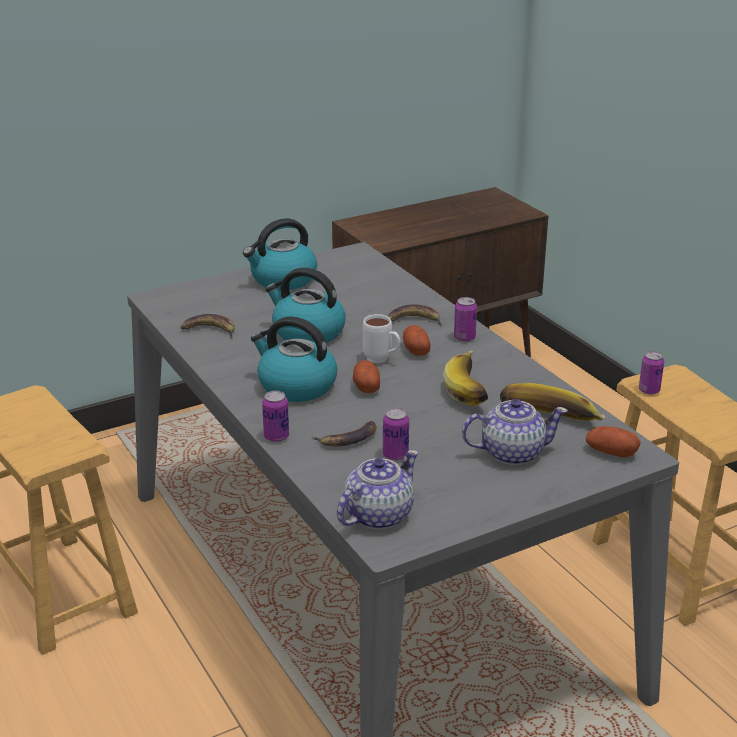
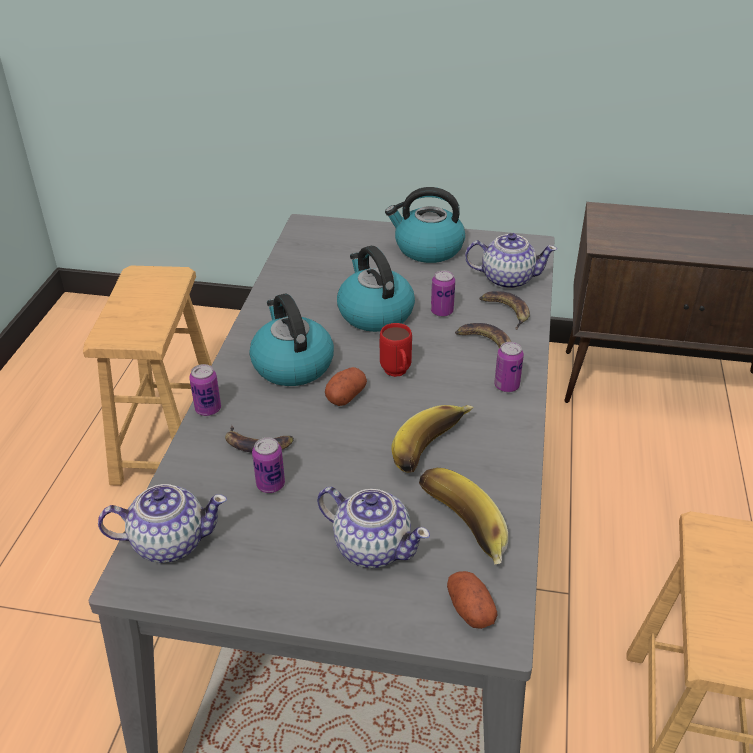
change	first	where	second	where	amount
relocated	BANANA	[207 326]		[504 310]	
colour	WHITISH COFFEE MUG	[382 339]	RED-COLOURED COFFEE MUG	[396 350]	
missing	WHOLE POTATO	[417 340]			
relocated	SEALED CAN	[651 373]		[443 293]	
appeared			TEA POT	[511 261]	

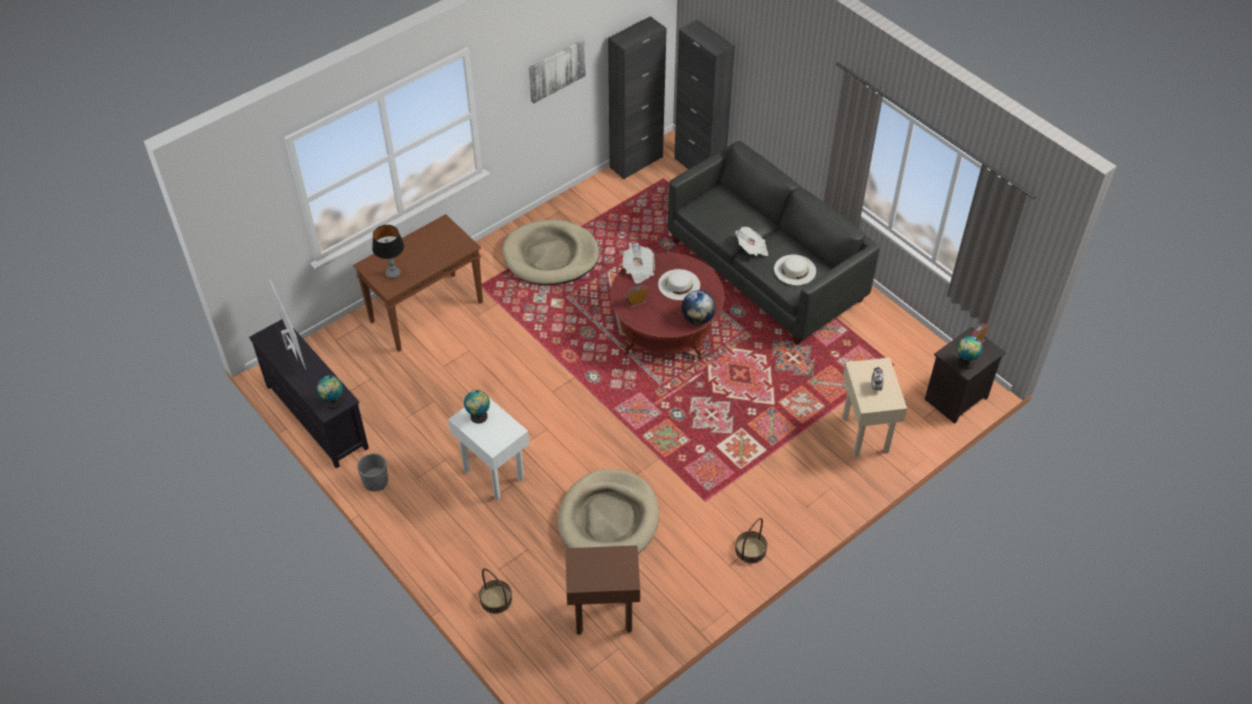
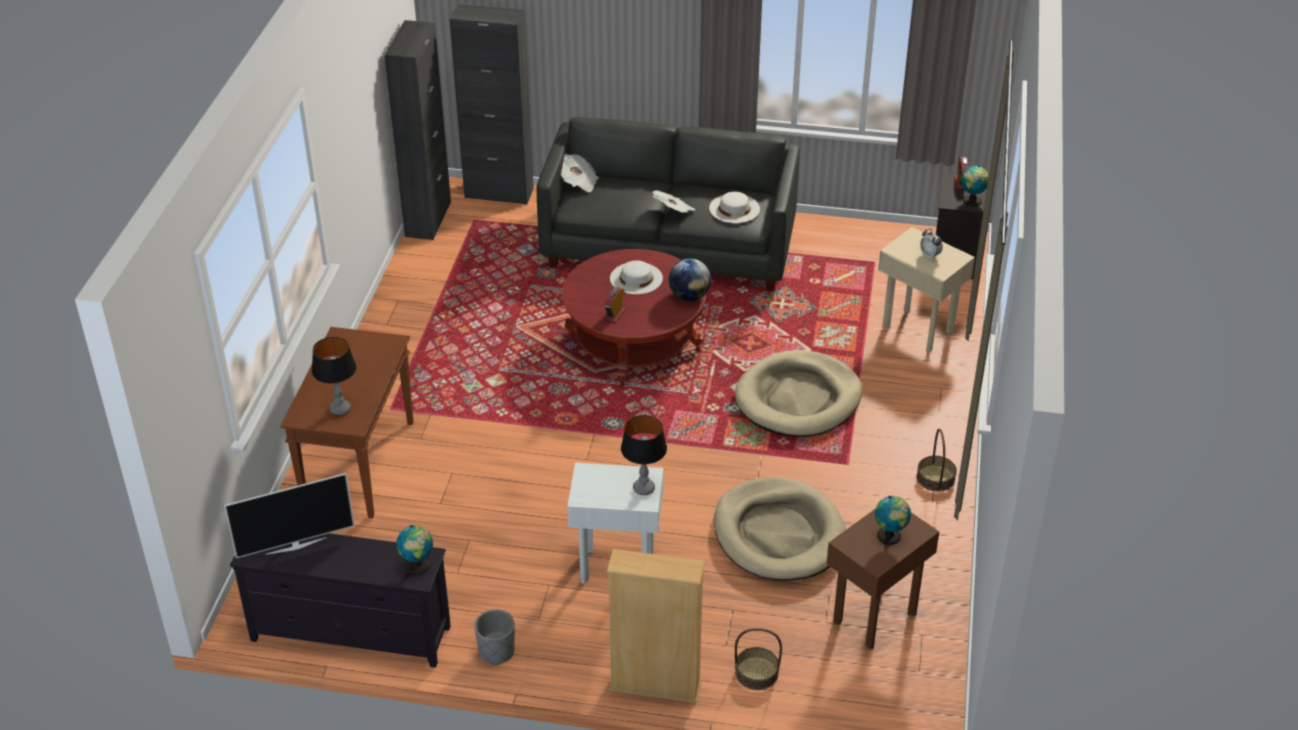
change	first	where	second	where	amount
missing	WALL PICTURE	[557 71]			
relocated	SAND-COLOURED PET BED	[550 252]		[798 393]	
relocated	NEWSPAPER	[638 264]		[580 173]	
spun	TV	[288 325]		[289 515]	135 degrees clockwise
relocated	WORLD GLOBE	[477 407]		[893 520]	
appeared			LAMP FOR A TABLE	[644 455]	
appeared			SAND-COLOURED BOOKCASE	[656 626]	

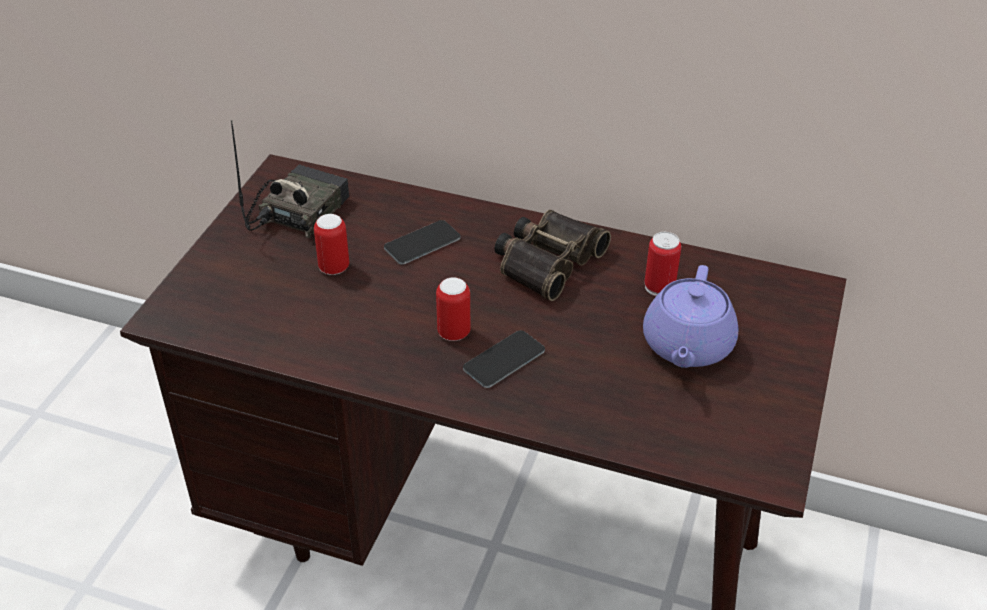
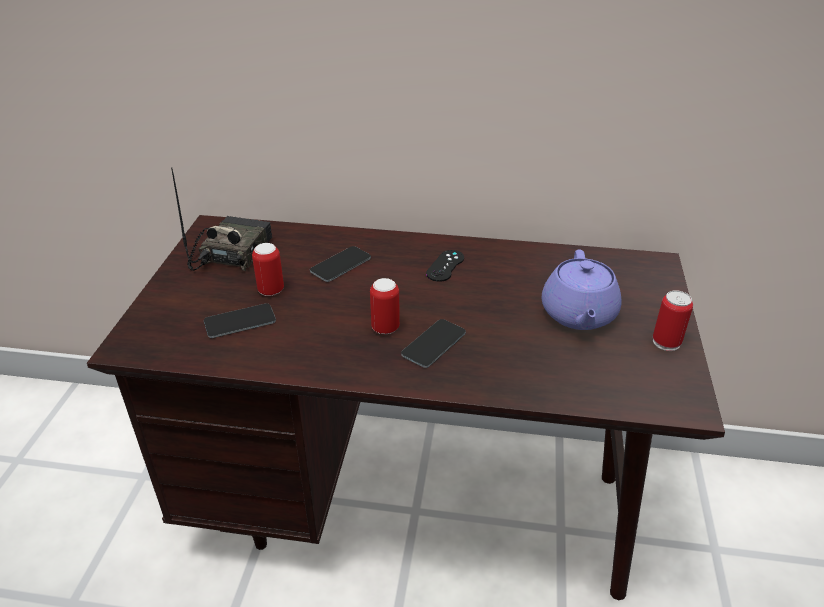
change	first	where	second	where	amount
exchanged	PAIR OF BINOCULARS	[553 255]	BLACKISH GAMEPAD	[445 266]	
relocated	SEALED CAN	[662 264]		[673 320]	
appeared			HANDSET	[240 320]	

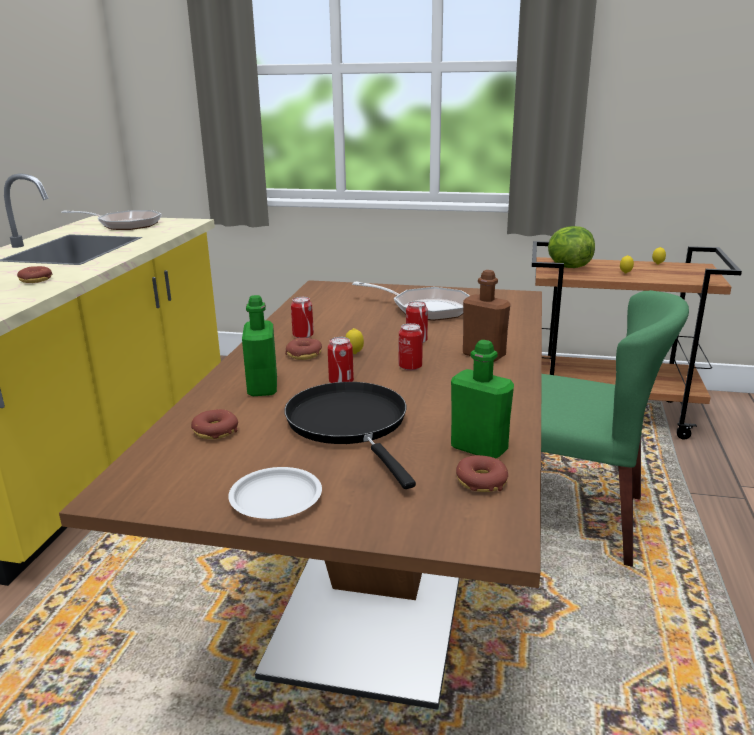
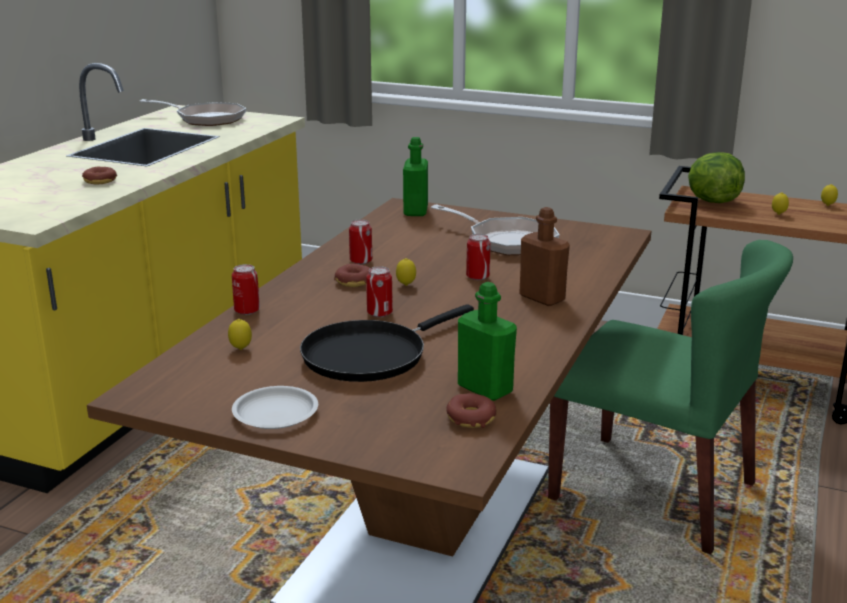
change	first	where	second	where	amount
relocated	GREEN-COLOURED DRINK BOTTLE	[259 345]		[415 176]	
relocated	SEALED CAN	[411 347]		[246 289]	
spun	BLACKISH PAN	[350 435]		[387 343]	120 degrees counterclockwise
exchanged	DONUT	[214 424]	WHOLE LEMON	[240 334]	

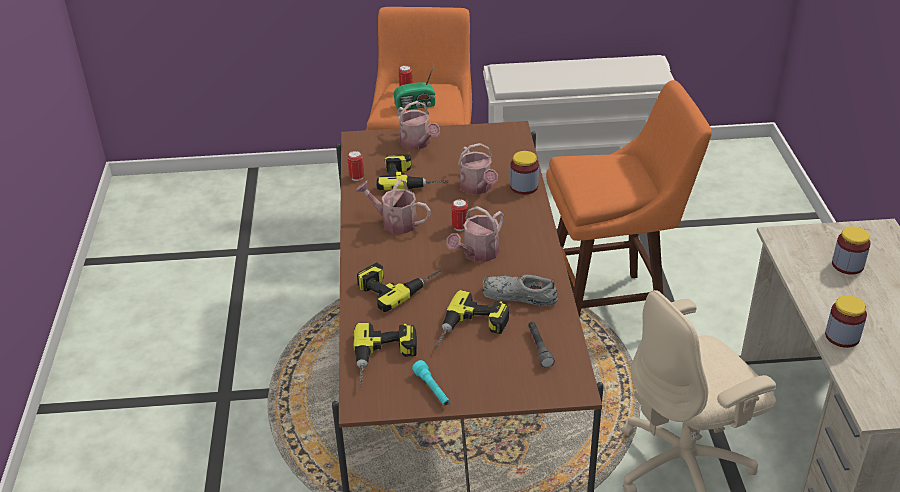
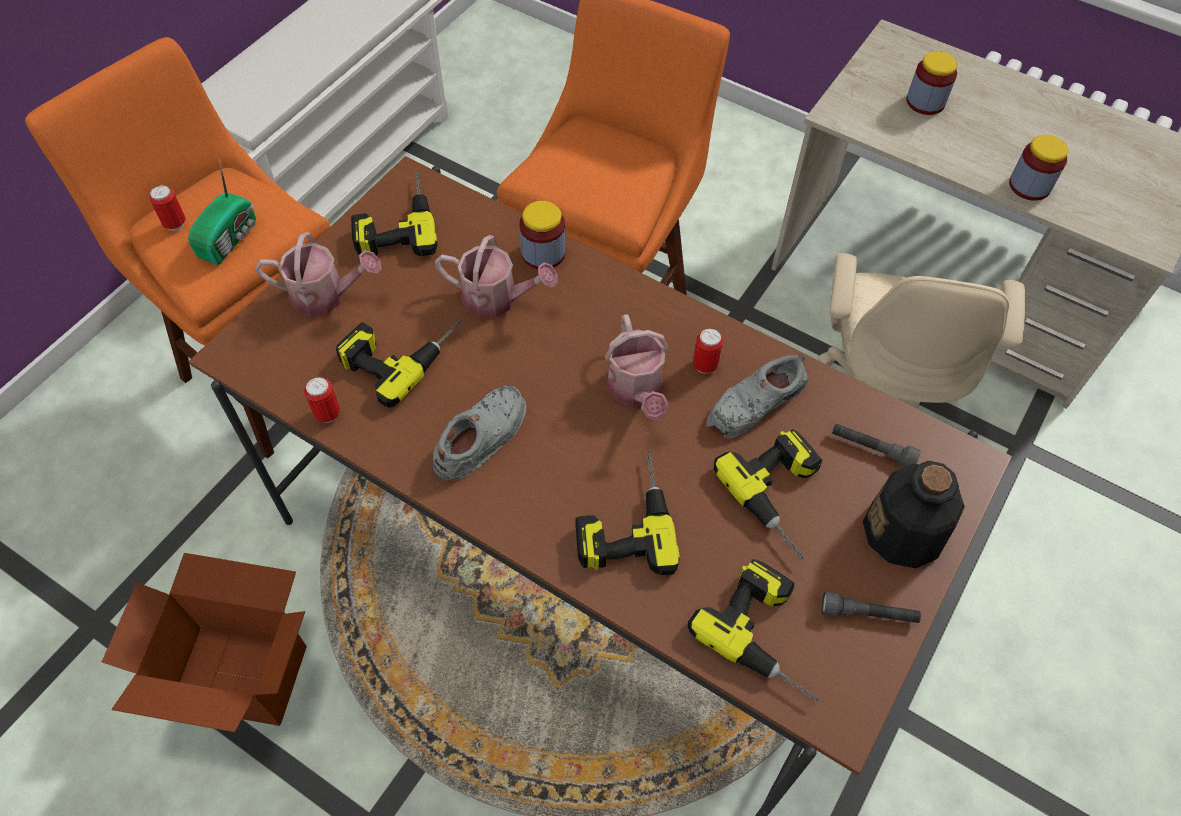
change	first	where	second	where	amount
exchanged	SPRINKLING CAN	[393 206]	GREYISH ITEM OF FOOTWEAR	[479 432]	
relocated	SEALED CAN	[460 215]		[708 351]	
colour	TURQUOISE HAND TORCH	[431 383]	GREYISH HAND TORCH	[871 607]	
appeared			DRILL	[394 213]	
appeared			DRINK BOTTLE	[914 514]	
appeared			PACKING BOX	[204 642]	

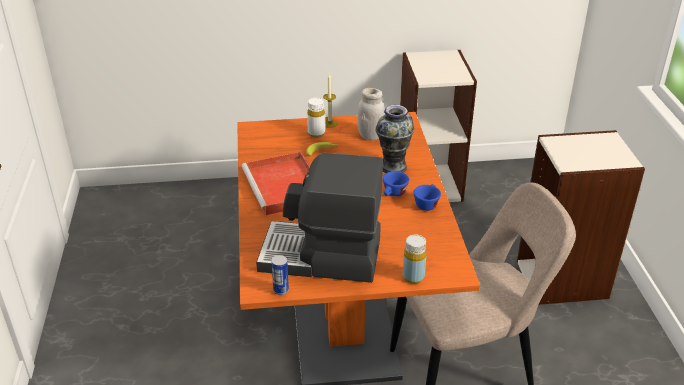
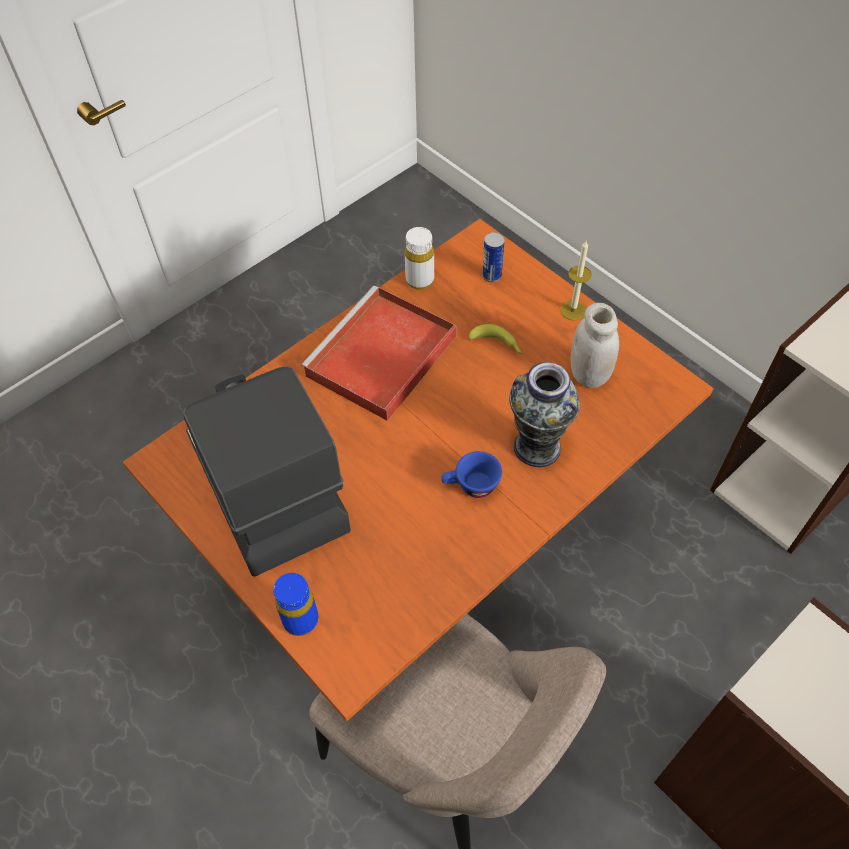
change	first	where	second	where	amount
relocated	WHITISH DRINK BOTTLE	[316 118]		[419 258]	
missing	BLUISH CUP	[427 197]			
colour	YELLOWISH DRINK BOTTLE	[415 259]	BLUISH DRINK BOTTLE	[296 604]	
relocated	SEALED CAN	[280 275]		[493 257]	

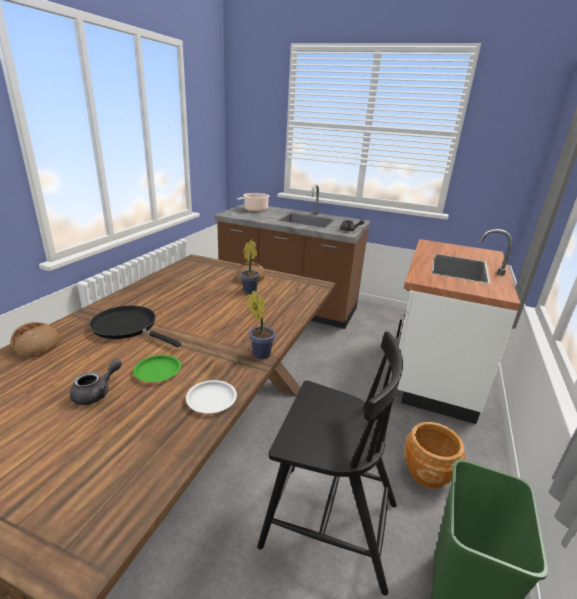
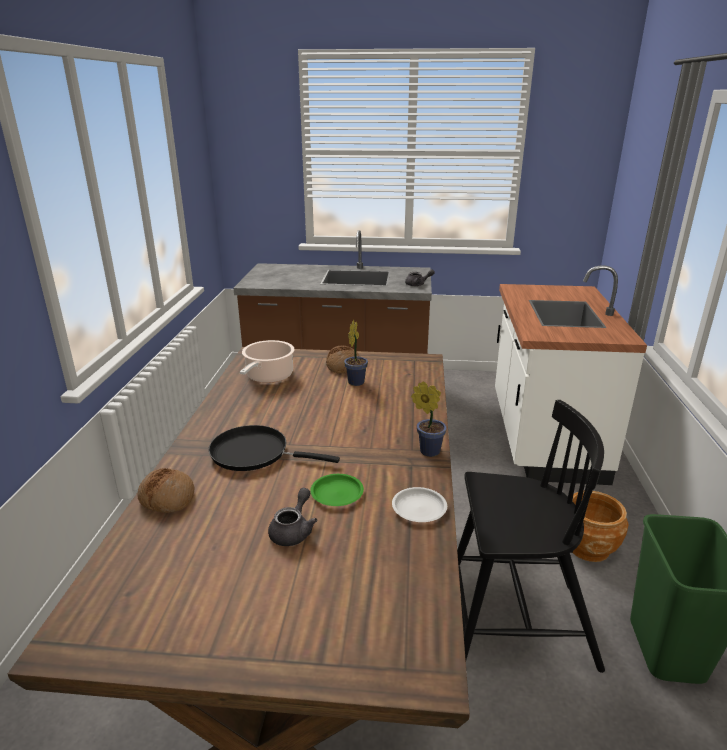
change	first	where	second	where	amount
relocated	SAUCEPOT	[253 202]		[267 361]	

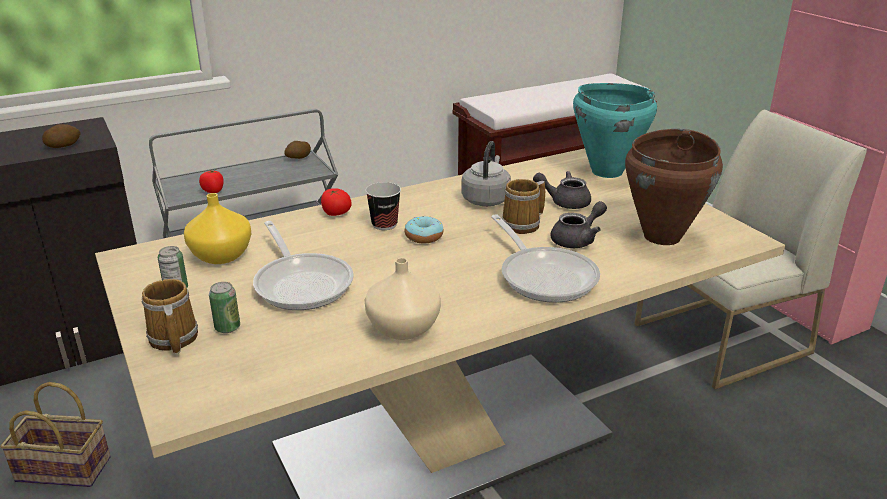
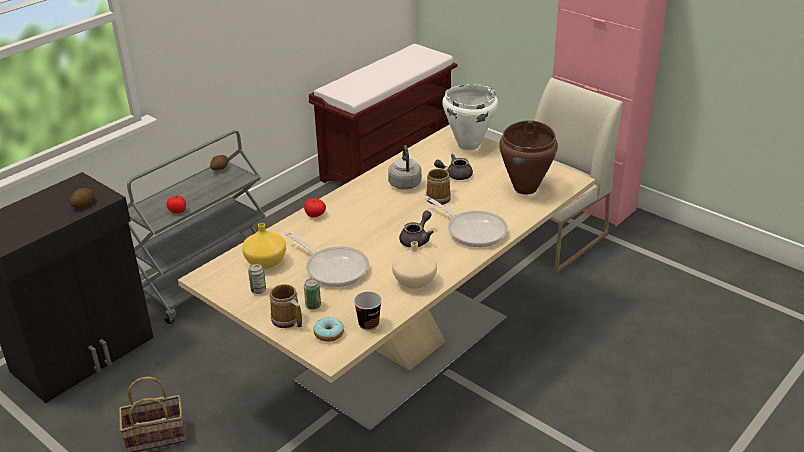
change	first	where	second	where	amount
colour	TURQUOISE SAUCEPOT	[615 130]	WHITISH SAUCEPOT	[470 117]	
relocated	CUP	[383 206]		[368 311]	
relocated	GREYISH TEA POT	[579 224]		[416 229]	
relocated	DONUT	[424 230]		[329 329]	

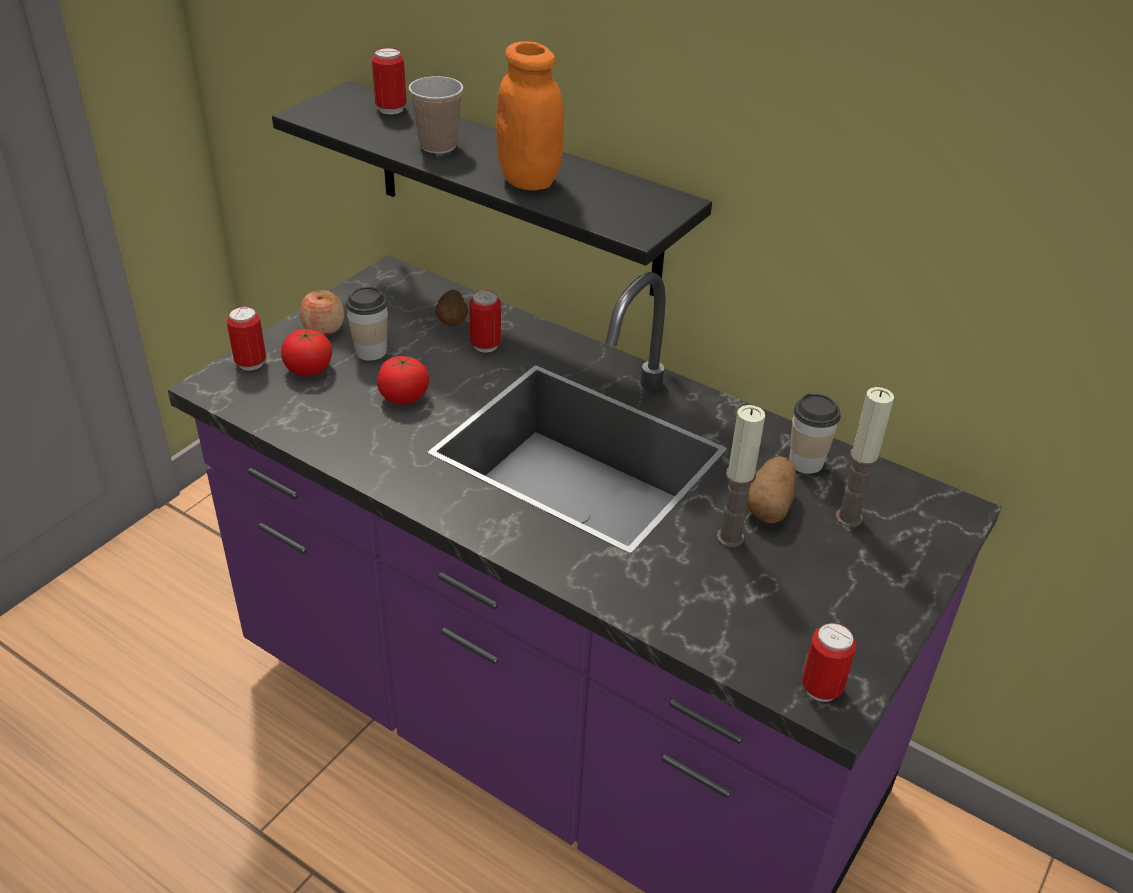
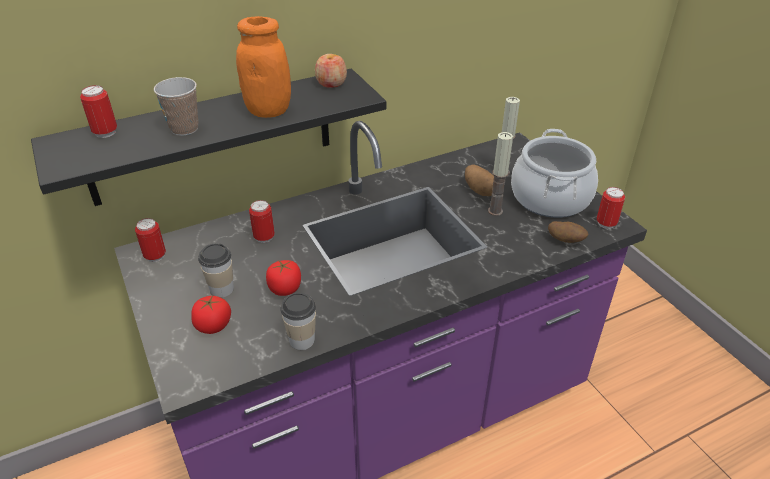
change	first	where	second	where	amount
relocated	APPLE	[322 313]		[331 71]	
relocated	WHOLE POTATO	[452 308]		[568 232]	
relocated	SEALED CAN	[246 338]		[150 240]	
relocated	CUP	[815 434]		[298 321]	
appeared			SAUCEPOT	[554 173]	

